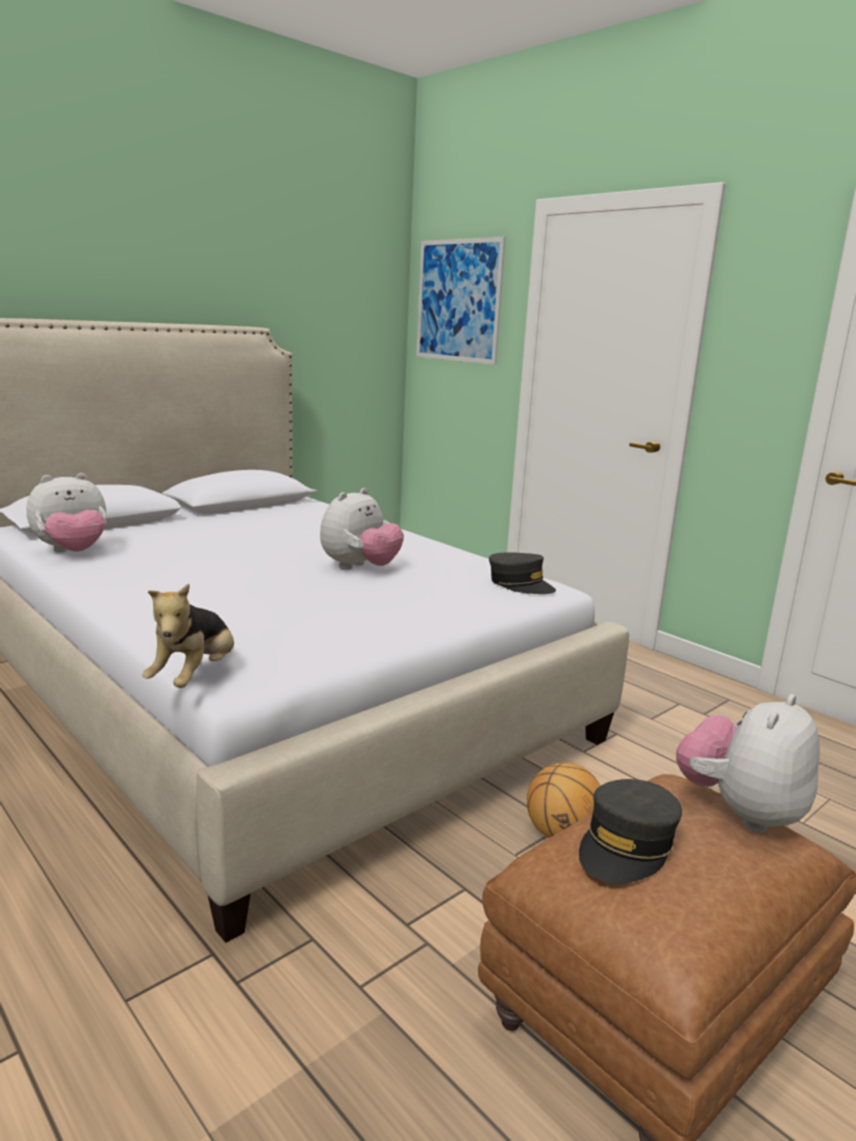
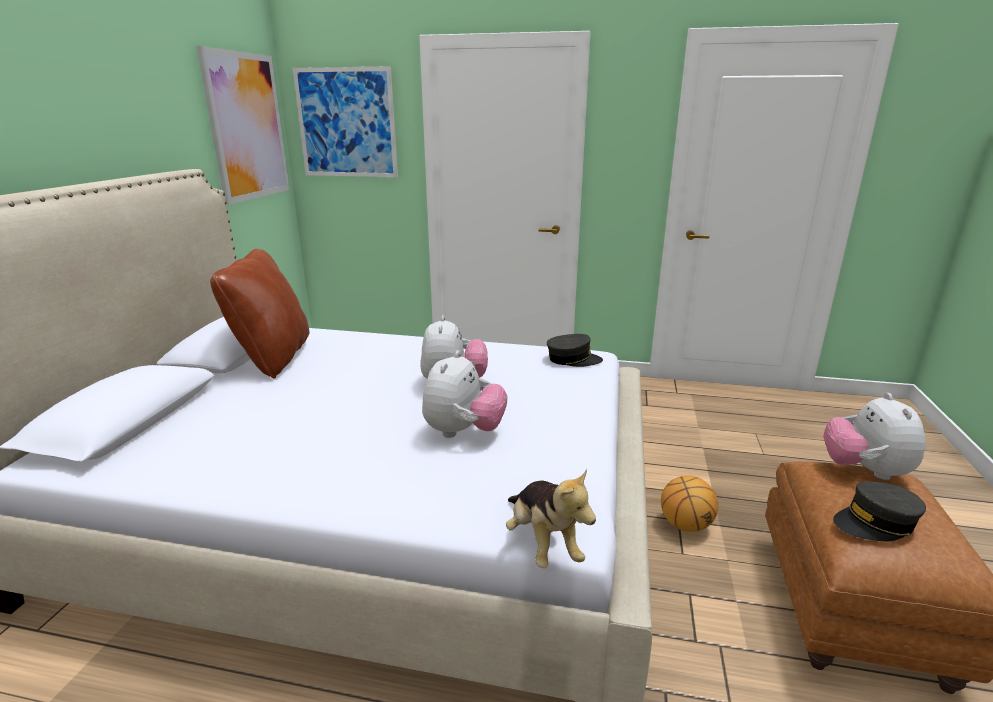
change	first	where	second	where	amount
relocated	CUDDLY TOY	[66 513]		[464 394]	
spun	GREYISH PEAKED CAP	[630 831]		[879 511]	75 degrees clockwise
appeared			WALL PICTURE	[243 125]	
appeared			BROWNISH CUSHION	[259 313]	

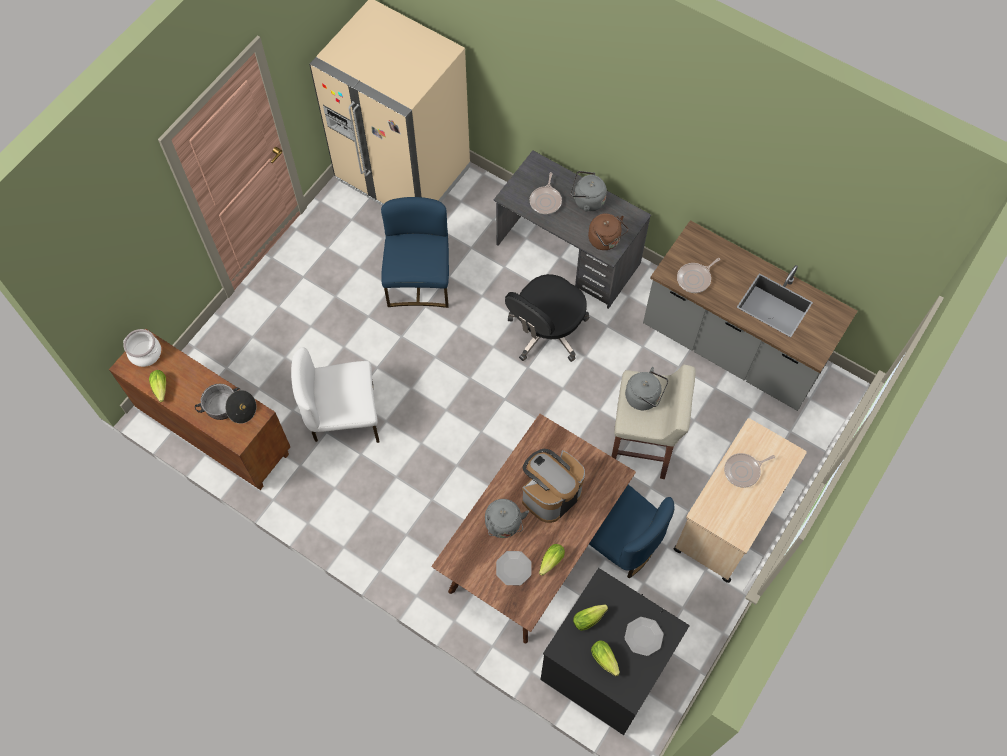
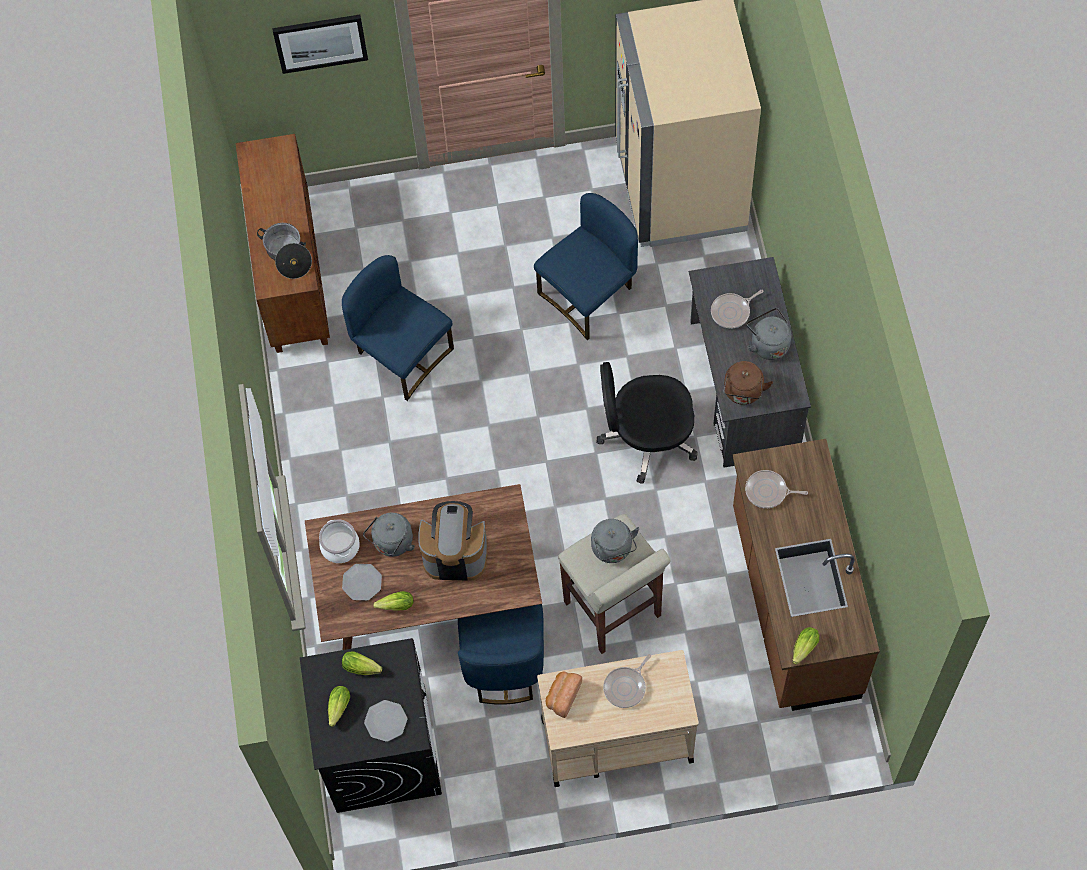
change	first	where	second	where	amount
colour	GREYISH KITCHEN COUNTER	[750 315]	BROWNISH KITCHEN COUNTER	[806 575]	
relocated	SAUCEPOT	[142 348]		[339 541]	
colour	WHITISH PLAIN CHAIR	[335 395]	BLUISH PLAIN CHAIR	[398 328]	
relocated	LETTUCE	[157 386]		[805 645]	
spun	PAN	[749 470]		[627 681]	75 degrees counterclockwise
appeared			WALL PICTURE	[320 44]	
appeared			BAKERY BREAD	[564 694]	

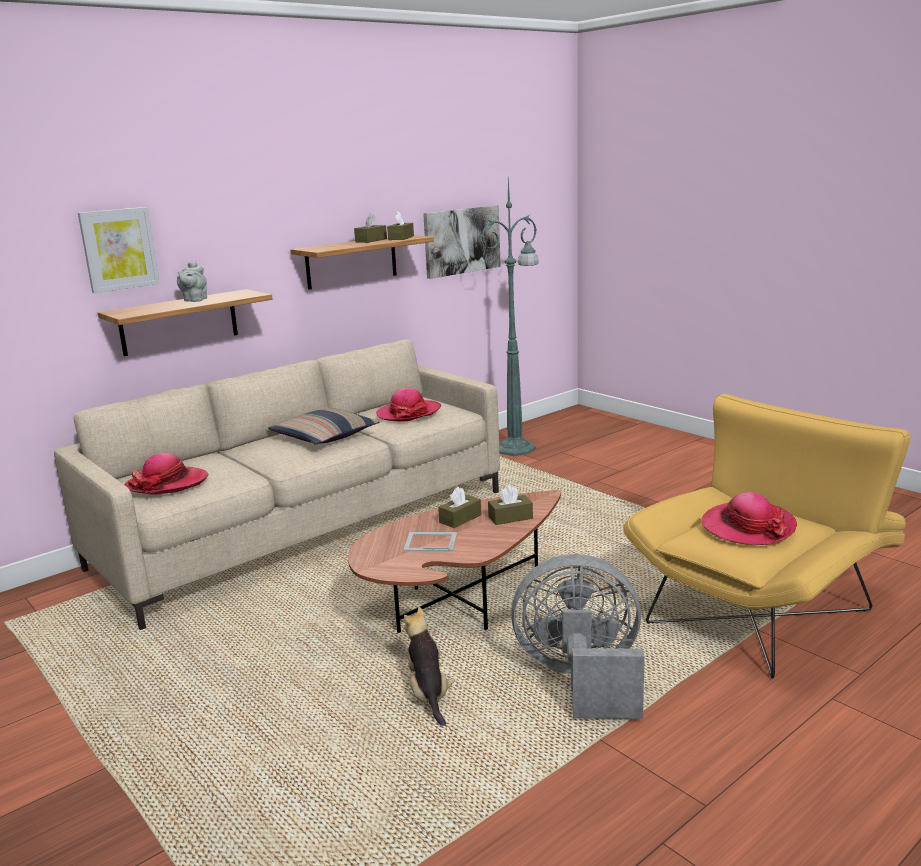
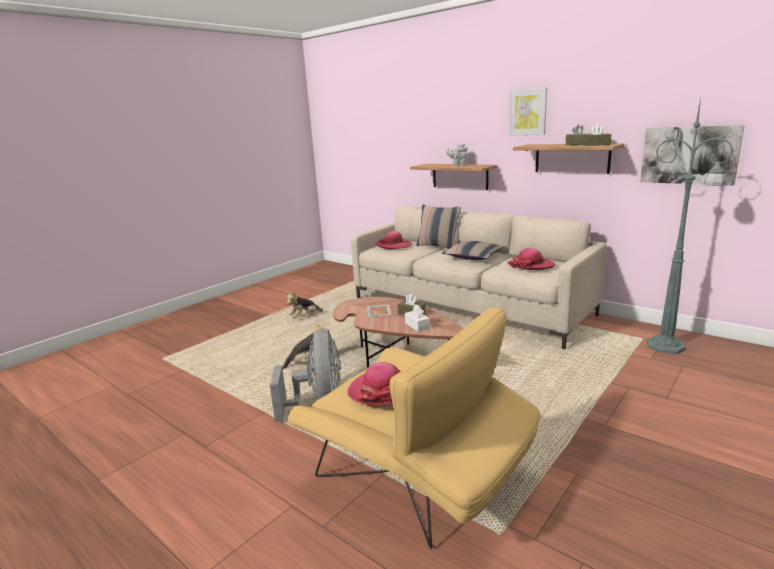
change	first	where	second	where	amount
relocated	WALL PICTURE	[119 250]		[528 111]	
colour	BROWNISH BOX OF TISSUES	[510 505]	WHITISH BOX OF TISSUES	[417 318]	
appeared			CUSHION	[438 227]	
appeared			CUDDLY TOY	[304 305]	

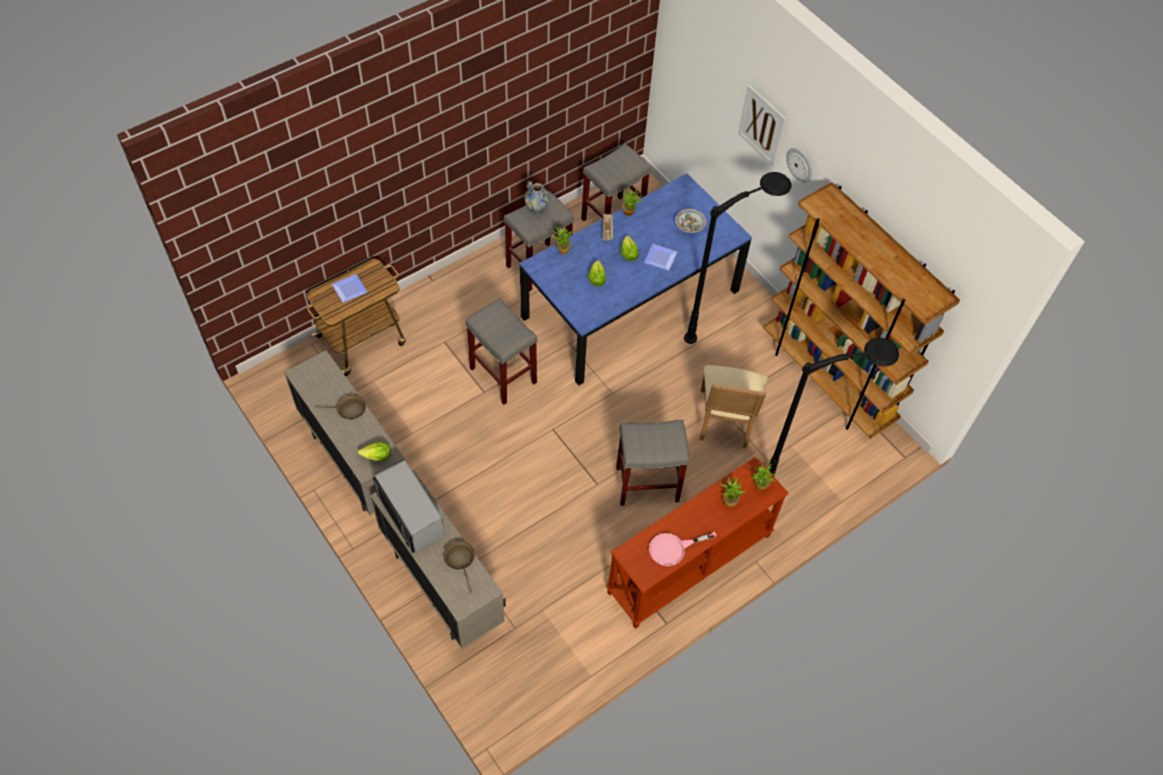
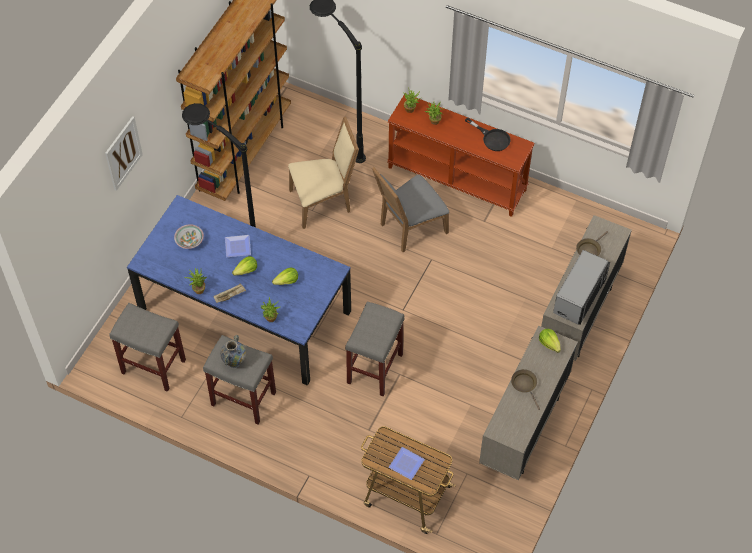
change	first	where	second	where	amount
missing	WALL CLOCK	[799 165]			
exchanged	GREYISH STOOL SEAT	[652 463]	GREYISH PLAIN CHAIR	[410 209]	
colour	PINK-COLOURED PAN	[683 549]	BLACKISH PAN	[488 134]	

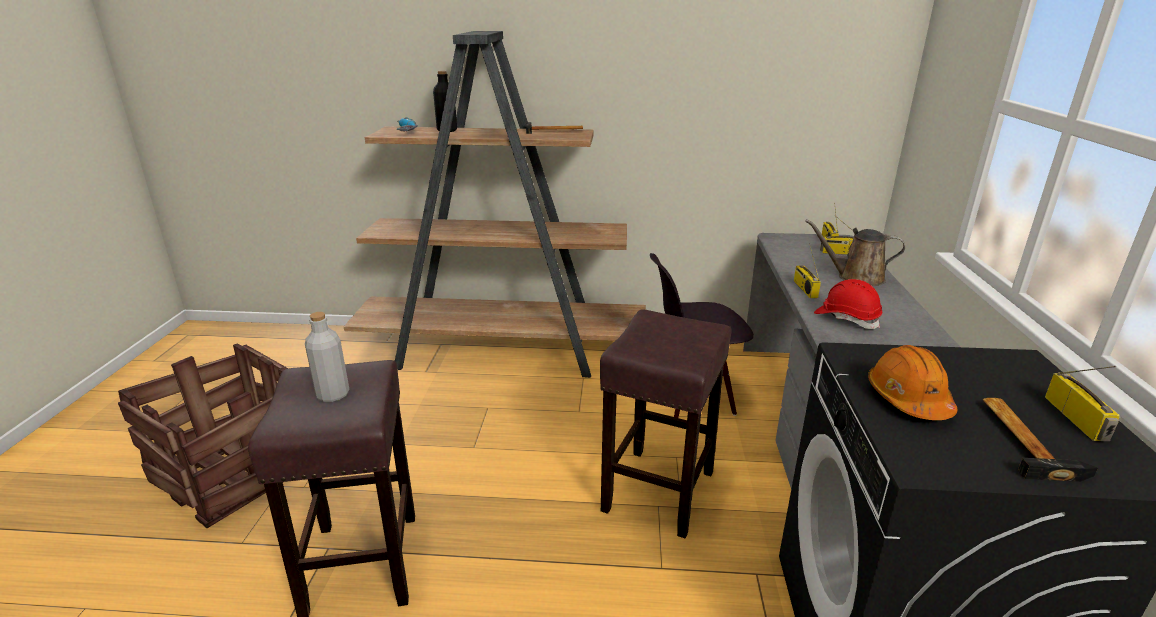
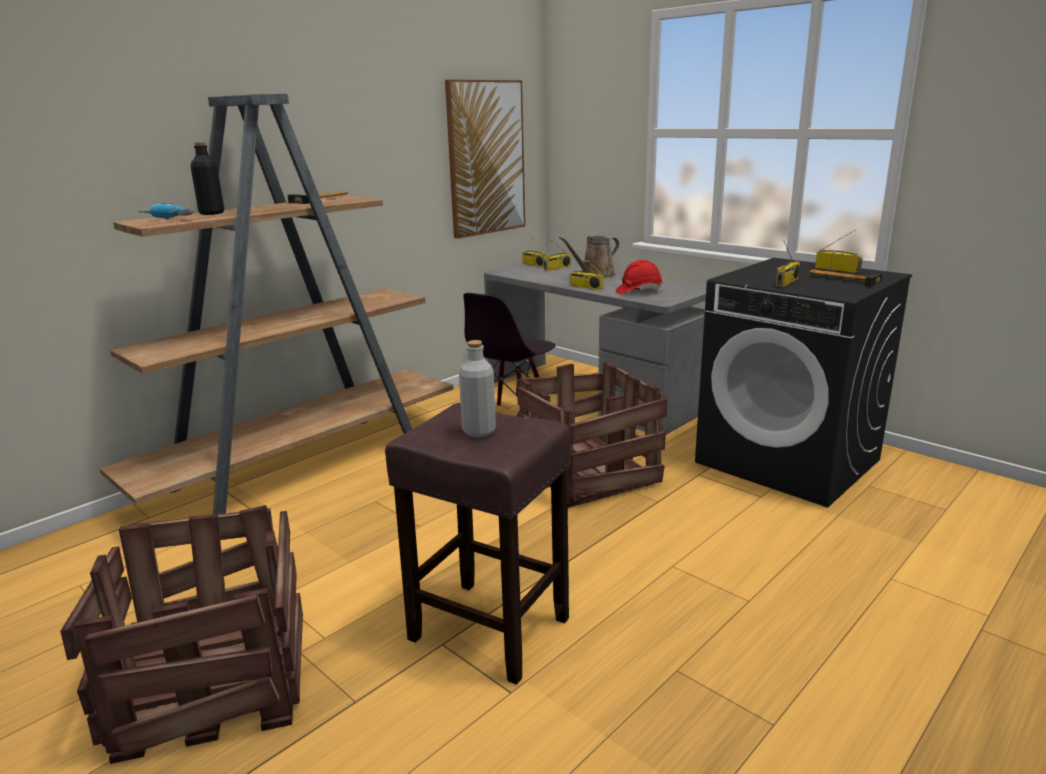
change	first	where	second	where	amount
exchanged	BROWNISH STOOL SEAT	[666 423]	PACKING CRATE	[591 435]	
exchanged	ORANGEY HARD HAT	[912 382]	RADIO RECEIVER	[788 263]	
appeared			WALL PICTURE	[485 159]	

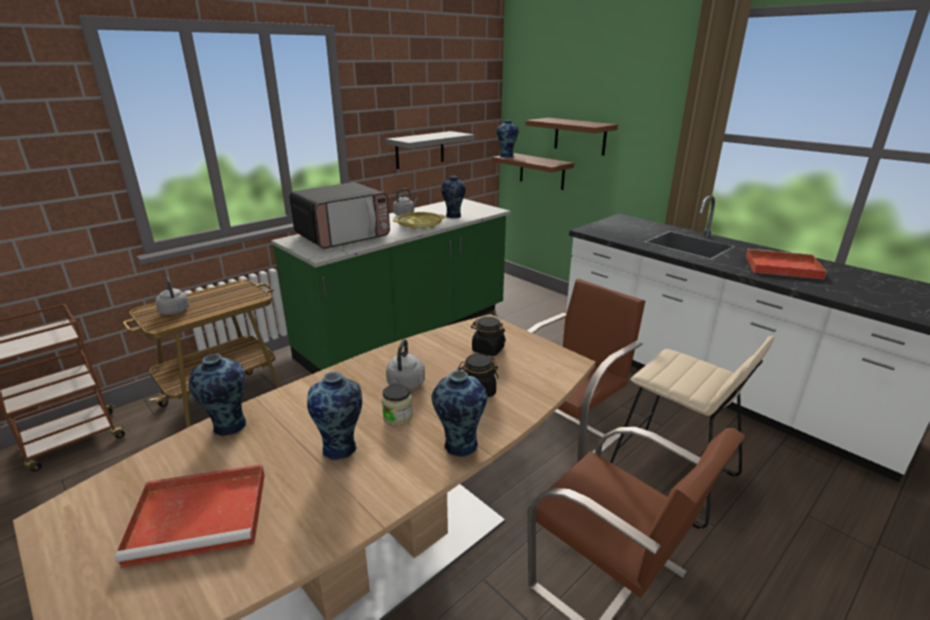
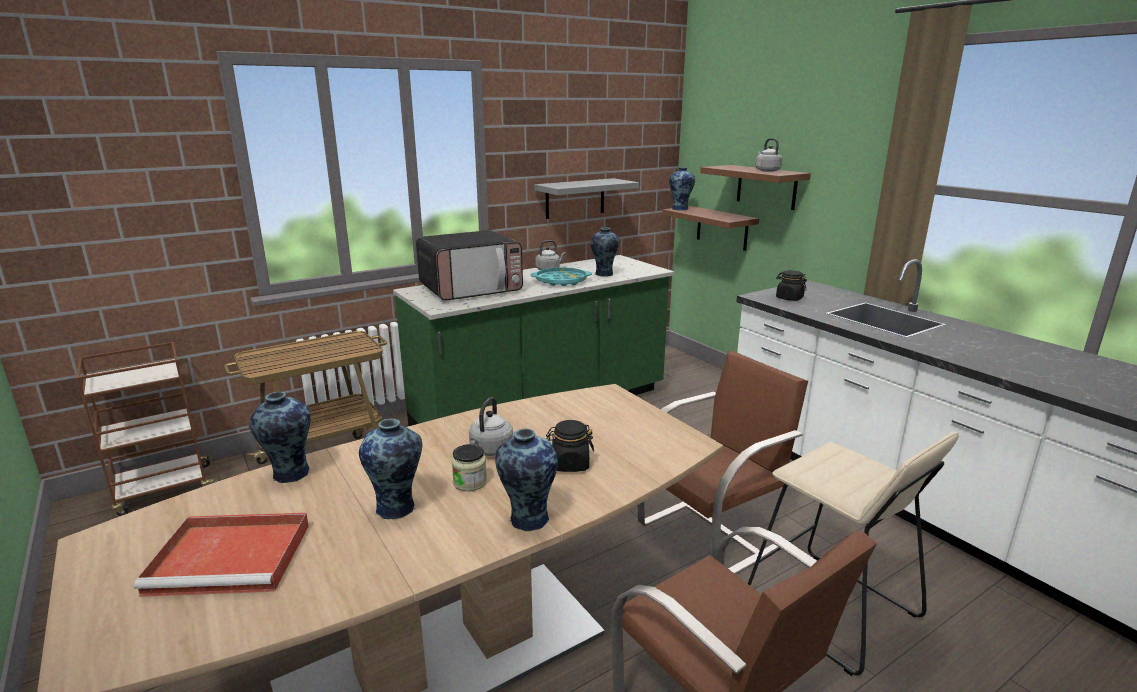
change	first	where	second	where	amount
colour	YELLOWISH CARRYING TRAY	[419 220]	TURQUOISE CARRYING TRAY	[561 276]	
missing	RED-COLOURED CARRYING TRAY	[786 264]			
relocated	GREYISH TEA KETTLE	[172 296]		[769 155]	
relocated	BLACKISH PRESERVE JAR	[488 336]		[791 285]	

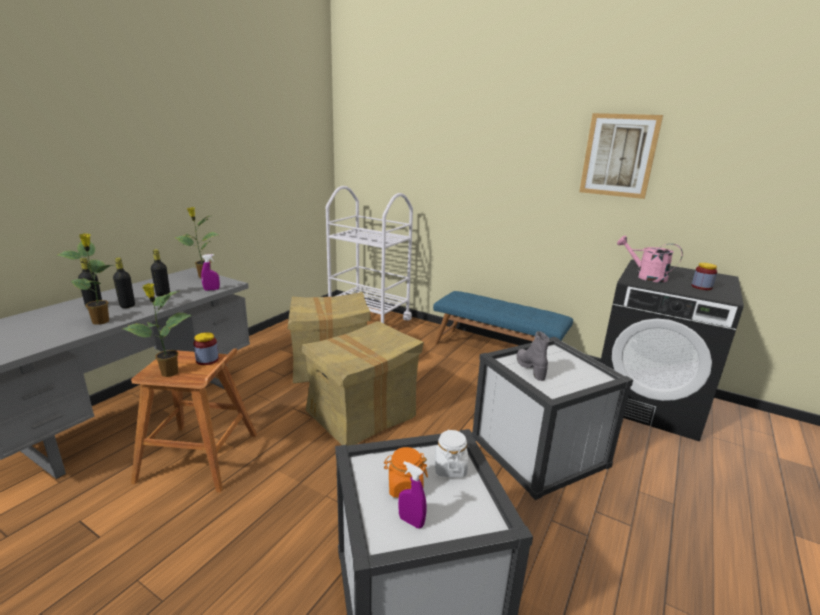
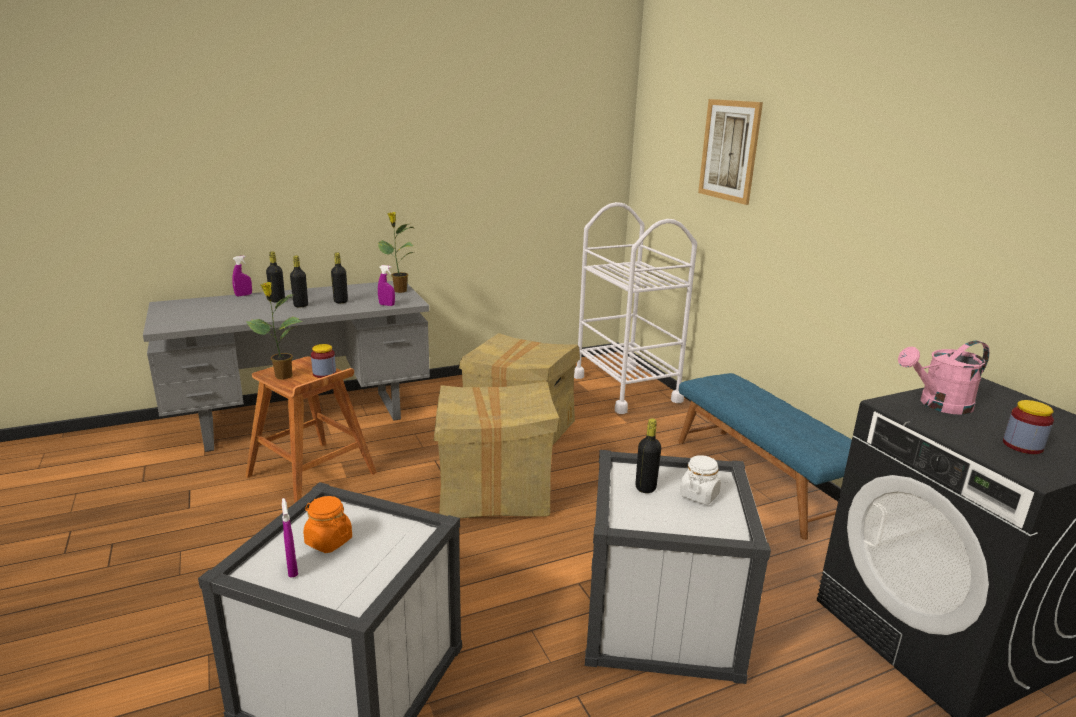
change	first	where	second	where	amount
relocated	WALL PICTURE	[621 156]		[730 152]	
missing	HOUSEPLANT	[86 279]			
spun	PINK-COLOURED SPRINKLING CAN	[650 259]		[944 377]	90 degrees counterclockwise
exchanged	GREYISH BOOT	[532 356]	BLACKISH DRINK BOTTLE	[648 455]	
relocated	WHITISH PRESERVE JAR	[451 453]		[700 479]	
appeared			PURPLE SPRAY BOTTLE	[242 276]	

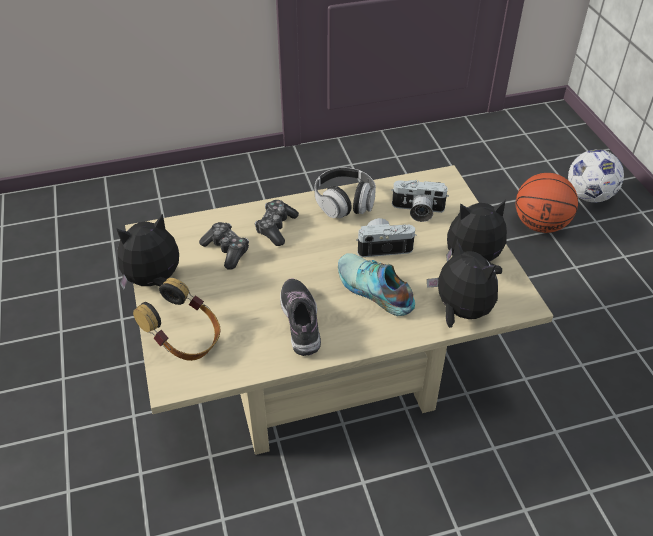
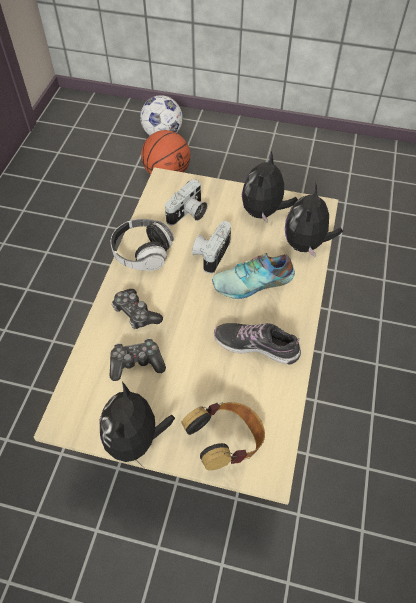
change	first	where	second	where	amount
spun	CUDDLY TOY	[462 284]		[314 221]	60 degrees counterclockwise

